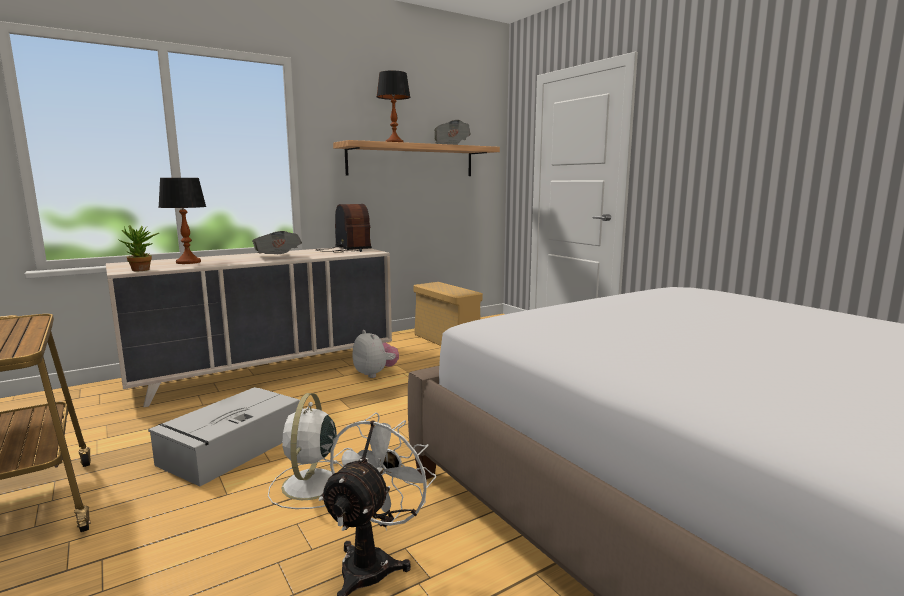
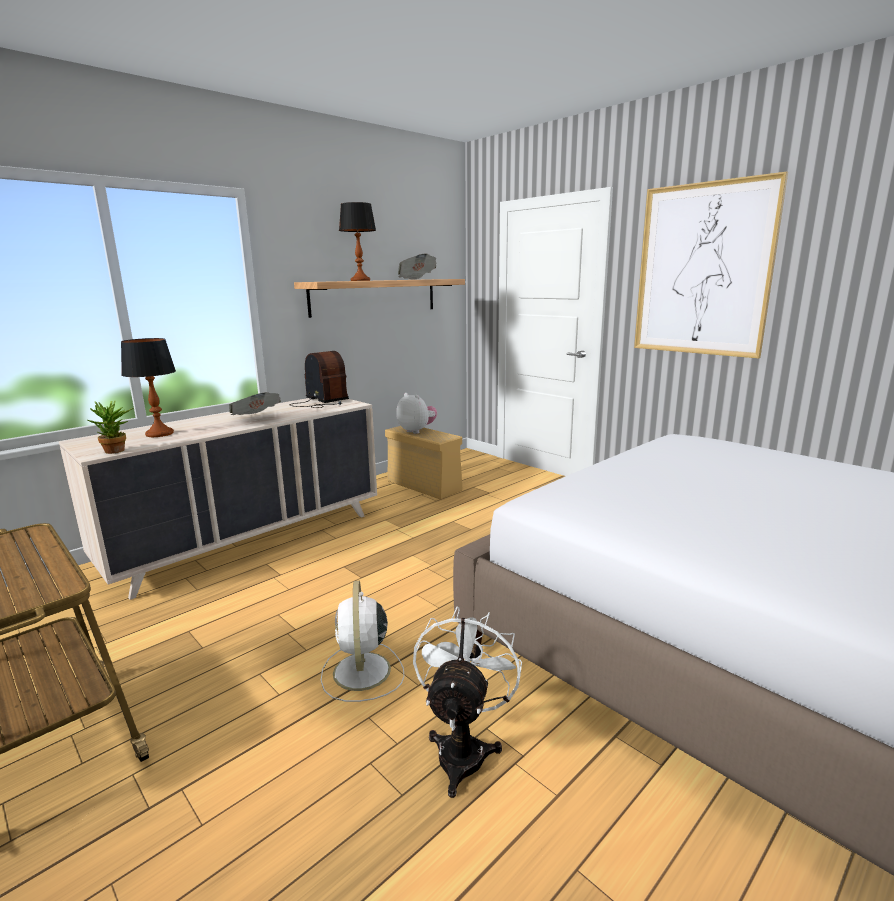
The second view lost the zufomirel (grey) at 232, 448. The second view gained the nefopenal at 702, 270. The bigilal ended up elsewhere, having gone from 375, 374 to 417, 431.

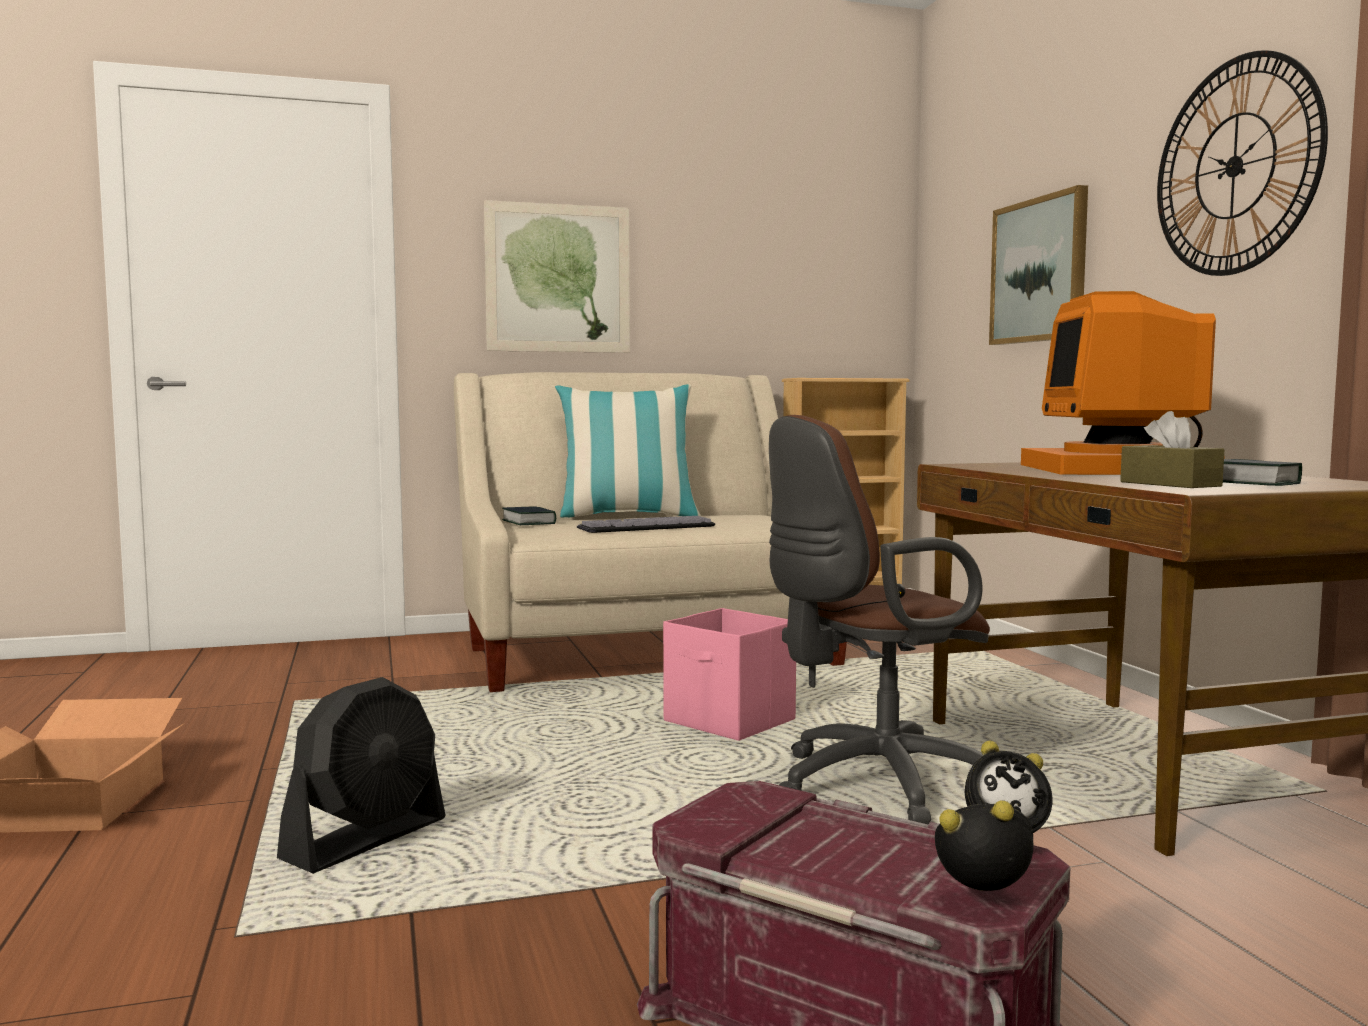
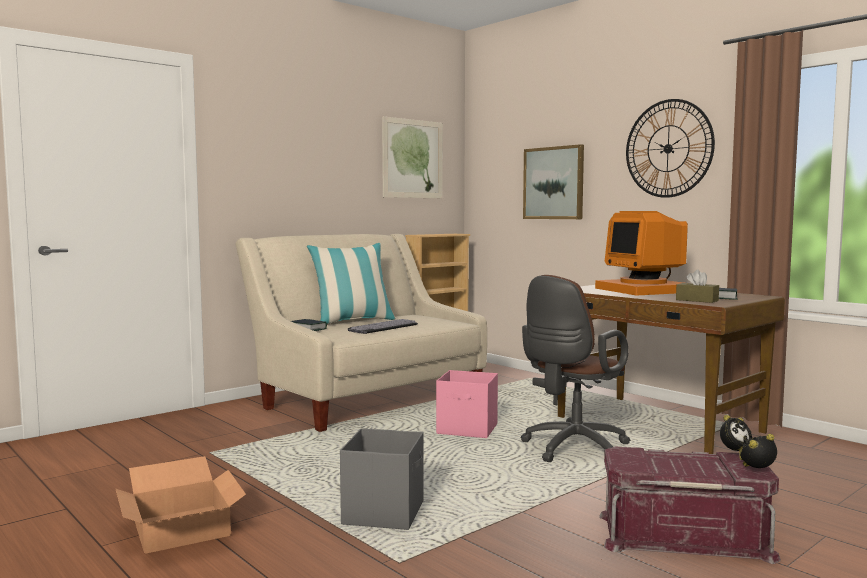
The nefopenal ended up elsewhere, having gone from 558, 278 to 413, 159. Where the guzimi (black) stood at 366, 840, the zufomirel (grey) came to stand at 384, 512.

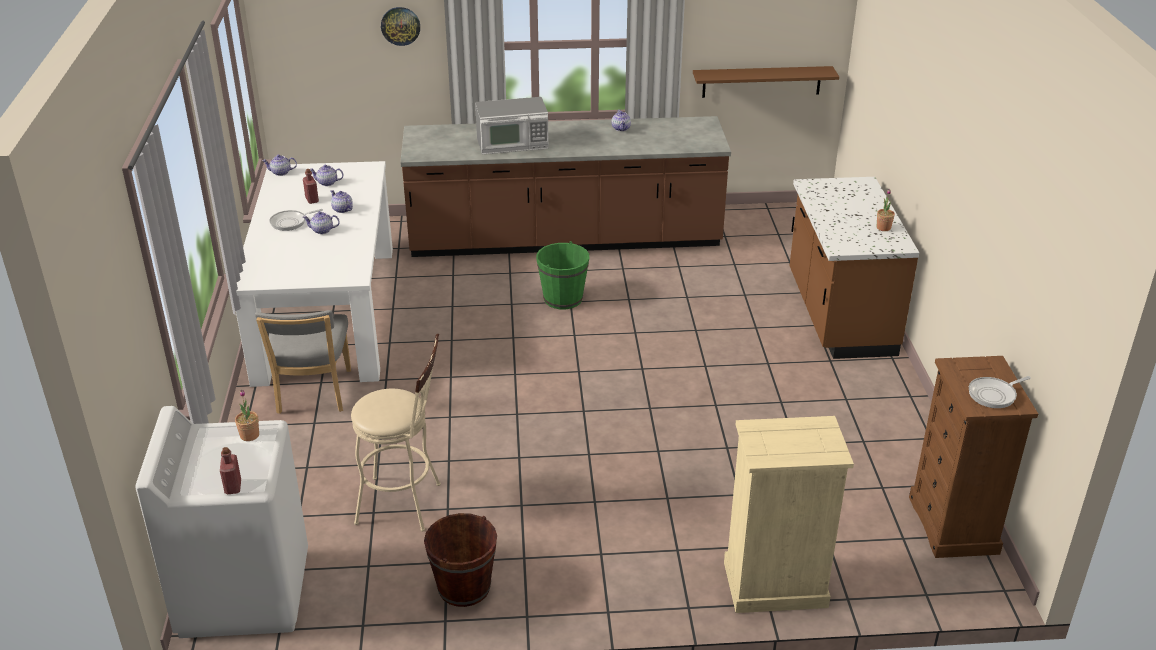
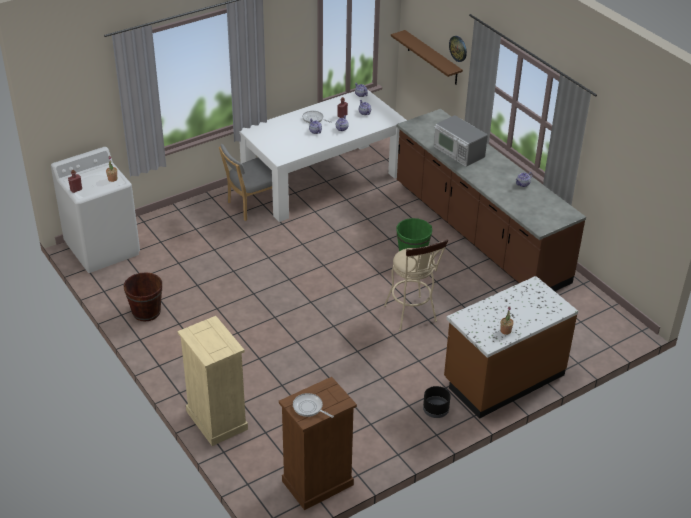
The second view gained the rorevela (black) at 435, 410. The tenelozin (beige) ended up elsewhere, having gone from 406, 504 to 412, 316. The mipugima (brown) ended up elsewhere, having gone from 761, 81 to 432, 58.

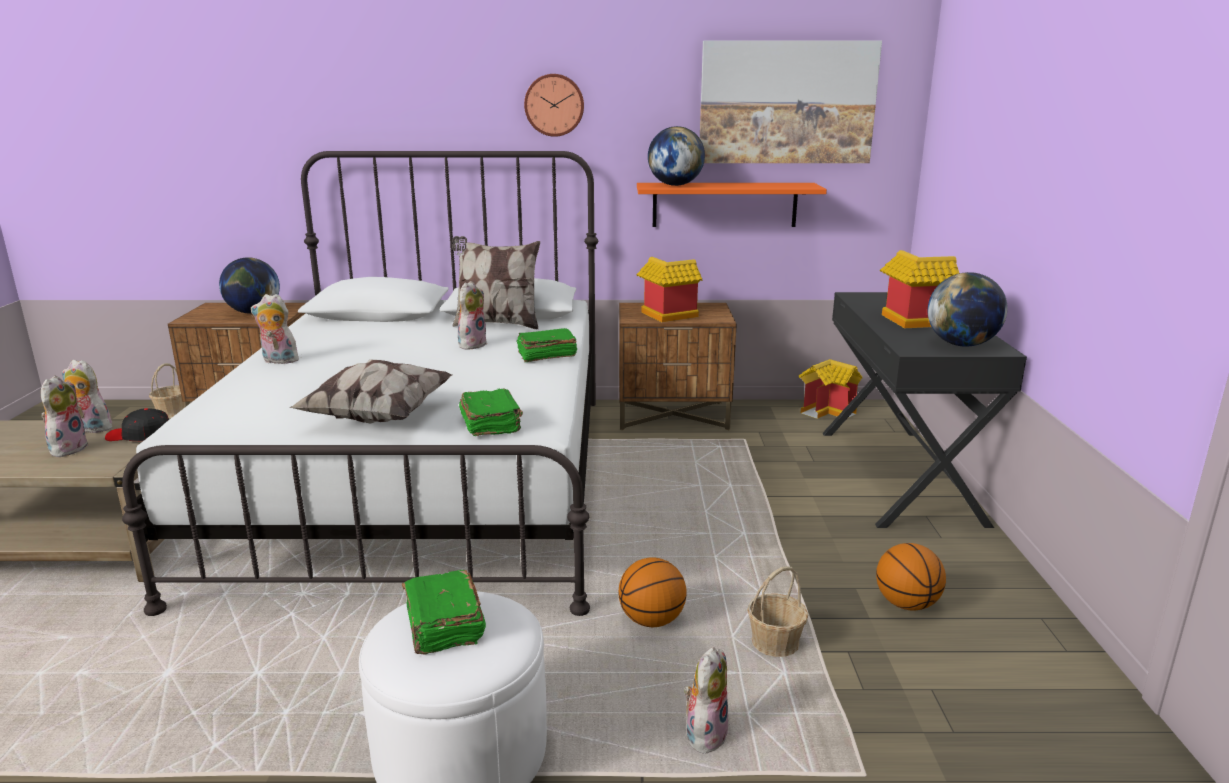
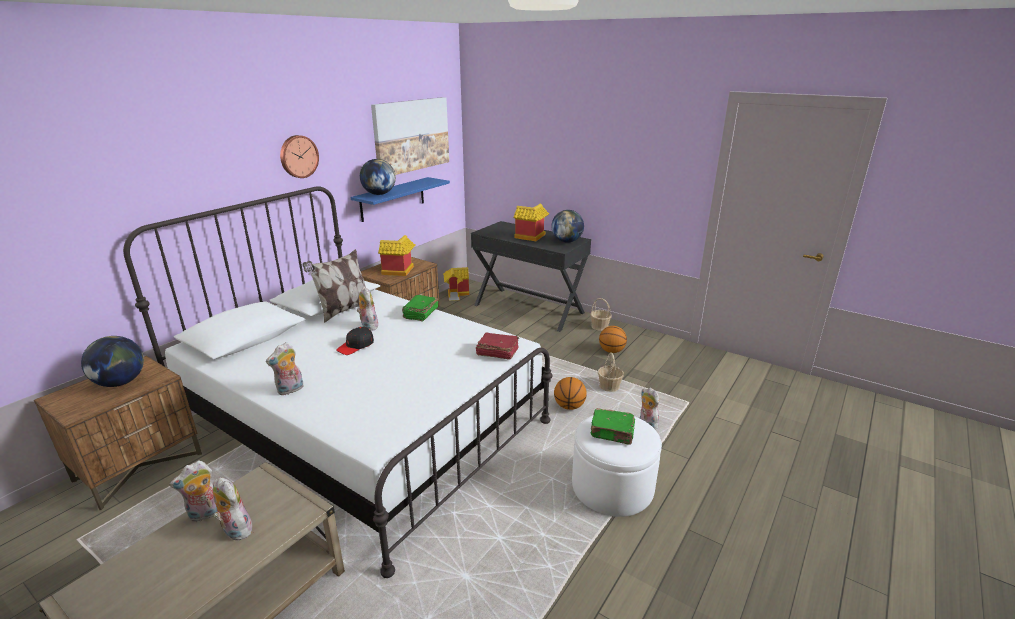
The second view lost the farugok at 377, 416. The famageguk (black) ended up elsewhere, having gone from 139, 435 to 356, 346. The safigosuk ended up elsewhere, having gone from 173, 413 to 599, 326. What was the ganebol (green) at 491, 425 turned into the ganebol (red) at 497, 352. What was the mipugima (orange) at 724, 204 turned into the mipugima (blue) at 392, 199.

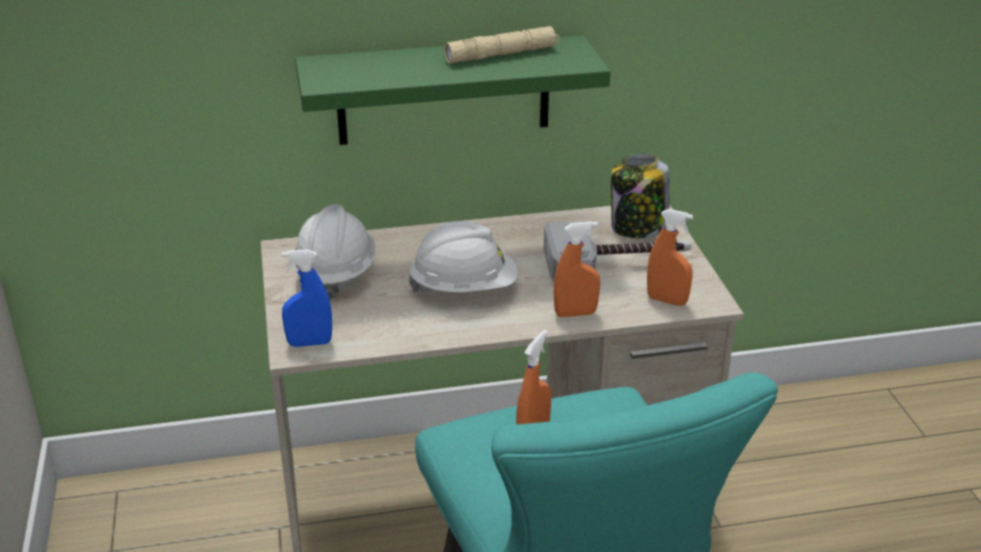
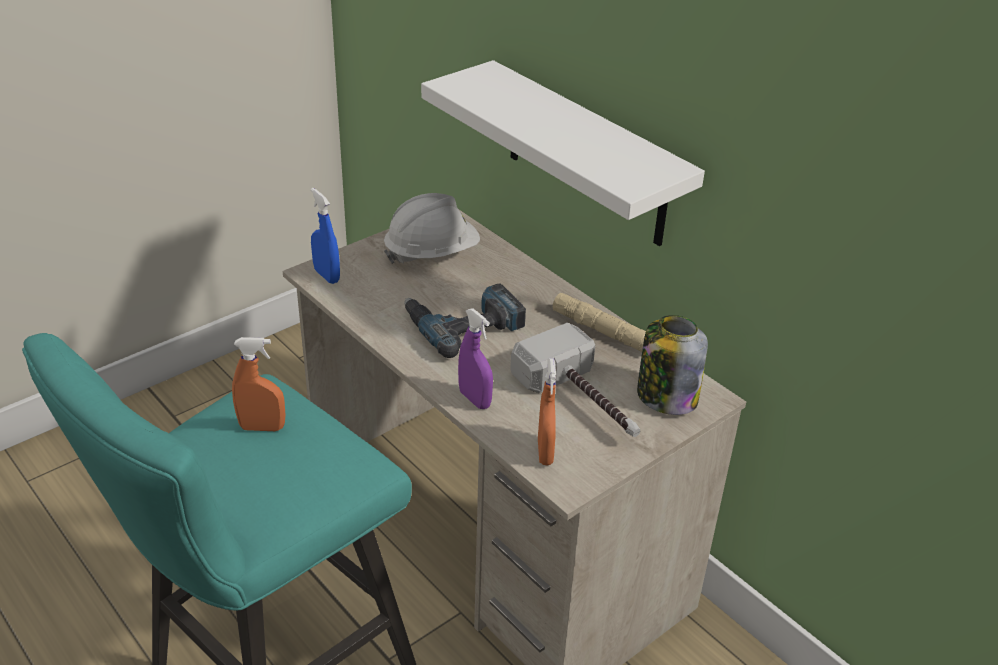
The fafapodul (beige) ended up elsewhere, having gone from 502, 54 to 603, 332. Where the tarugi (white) stood at 464, 288, the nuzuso came to stand at 464, 324. What was the mipugima (green) at 443, 91 turned into the mipugima (white) at 586, 155. What was the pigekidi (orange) at 575, 313 turned into the pigekidi (purple) at 475, 399.

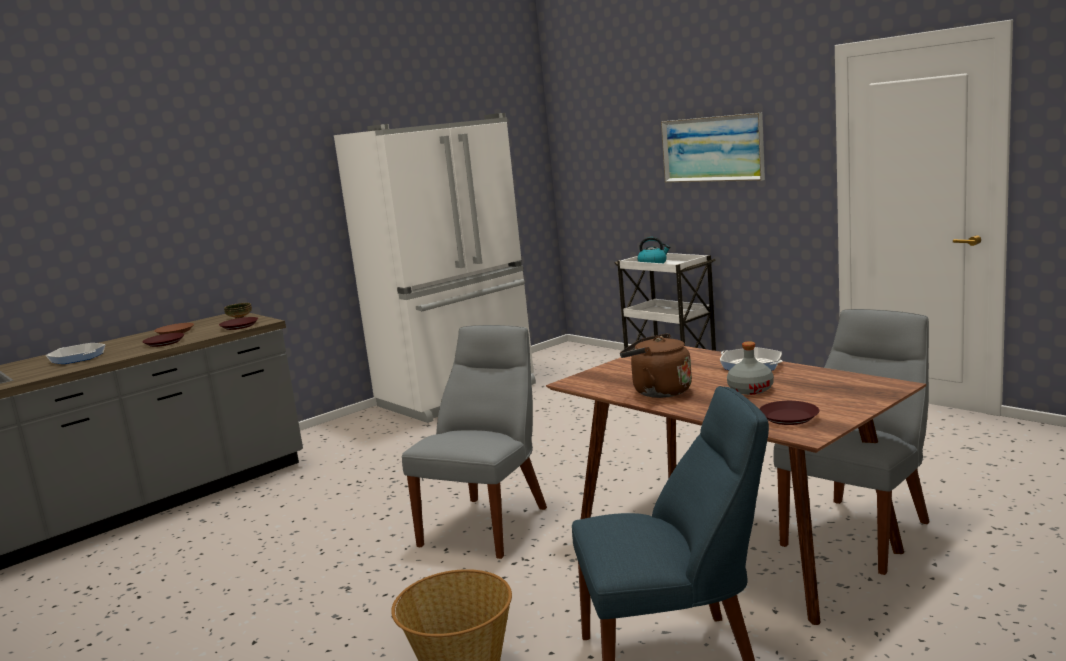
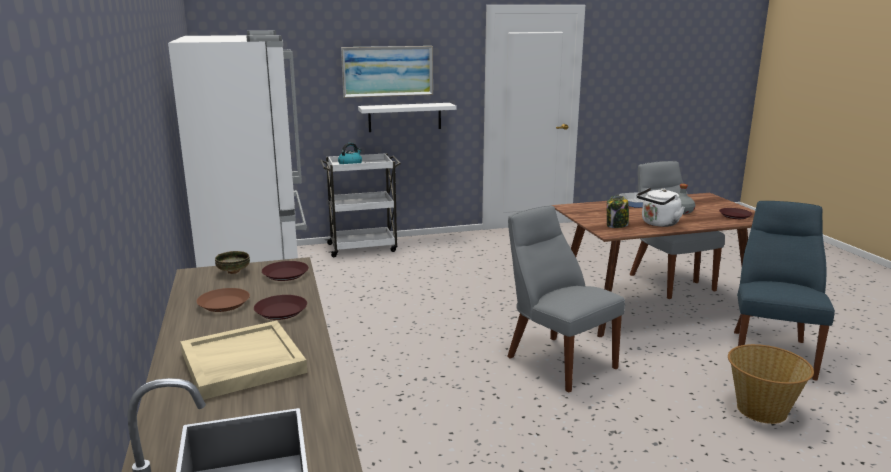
The second view gained the mipugima (white) at 405, 117. The second view gained the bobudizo at 616, 225. Where the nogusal stood at 77, 358, the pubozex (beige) came to stand at 242, 363. What was the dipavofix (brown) at 658, 391 turned into the dipavofix (white) at 658, 224.

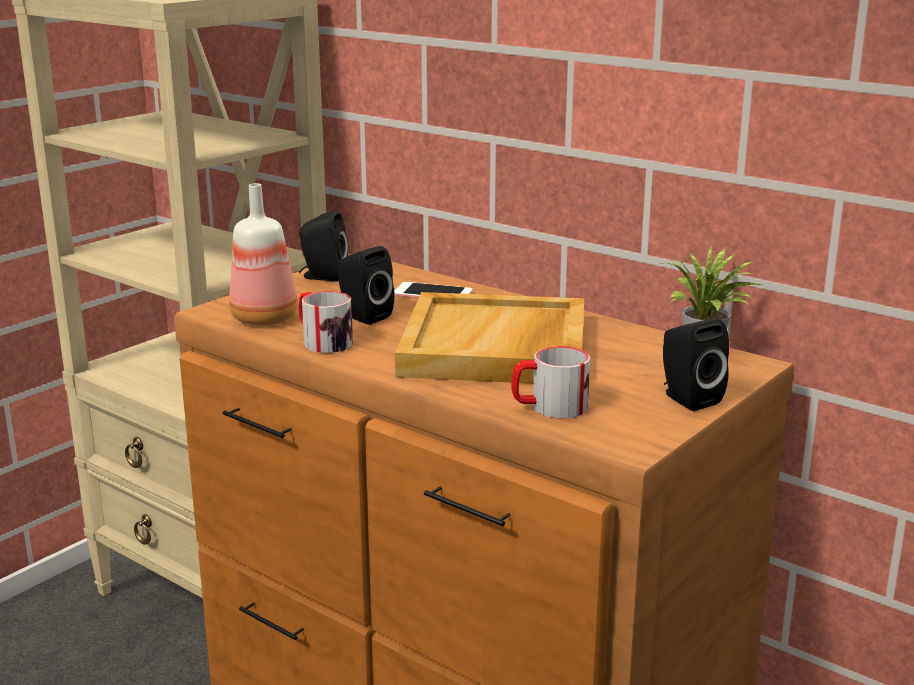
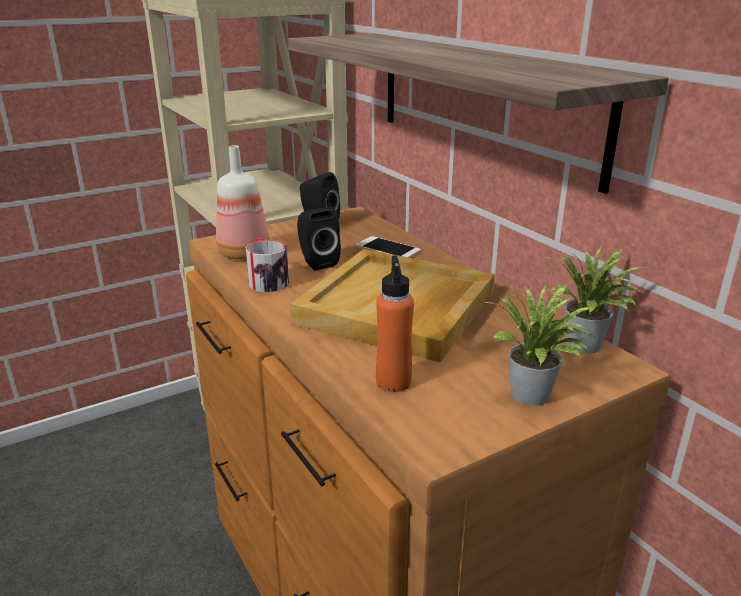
The second view gained the mipugima at 482, 101. Where the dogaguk stood at 549, 407, the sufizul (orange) came to stand at 393, 382. Where the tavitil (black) stood at 687, 398, the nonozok came to stand at 532, 397.

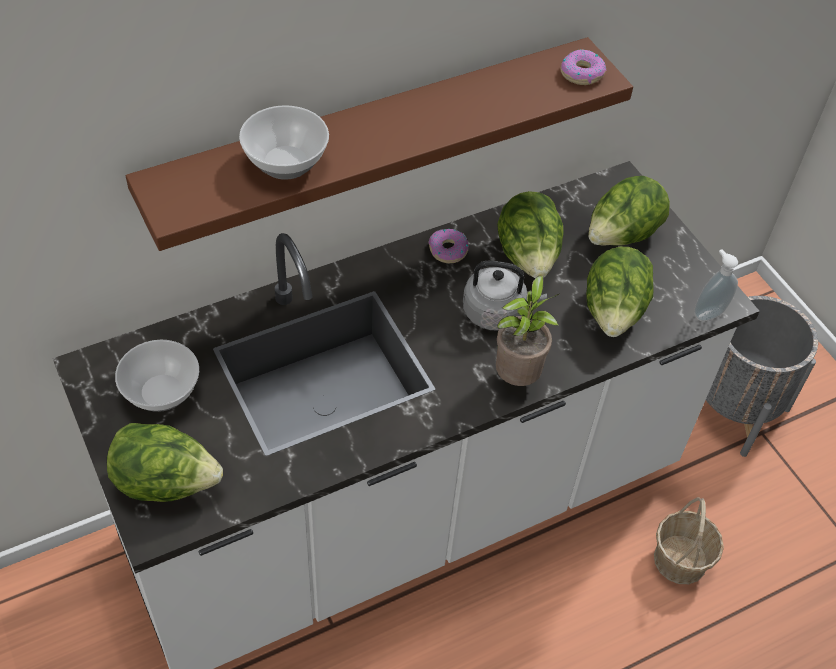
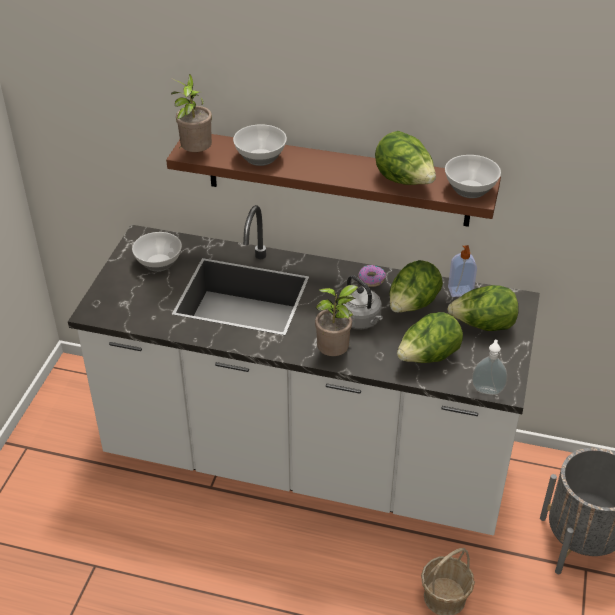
The second view gained the nonozok at 195, 154. The second view gained the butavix at 460, 292. The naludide ended up elsewhere, having gone from 166, 483 to 404, 181. Where the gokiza stood at 581, 73, the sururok came to stand at 470, 190.

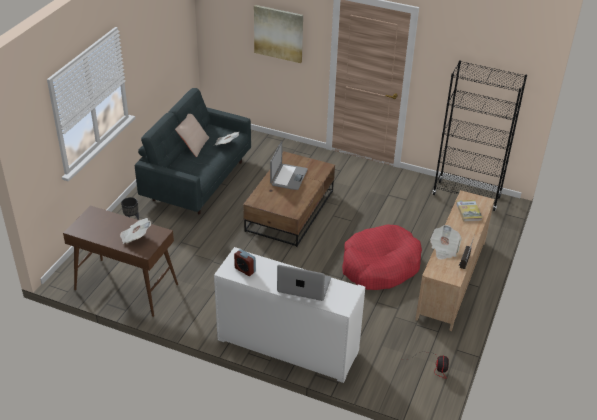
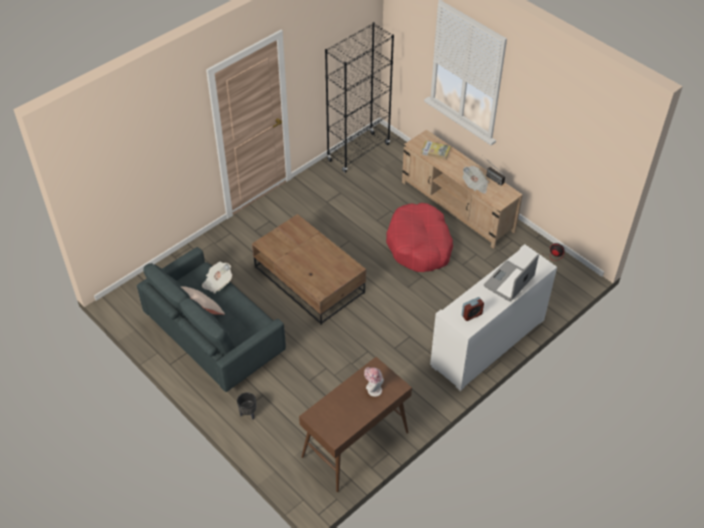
The second view lost the nefopenal at 278, 33. The second view lost the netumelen at 288, 177. Where the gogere stood at 135, 237, the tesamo came to stand at 373, 389.

